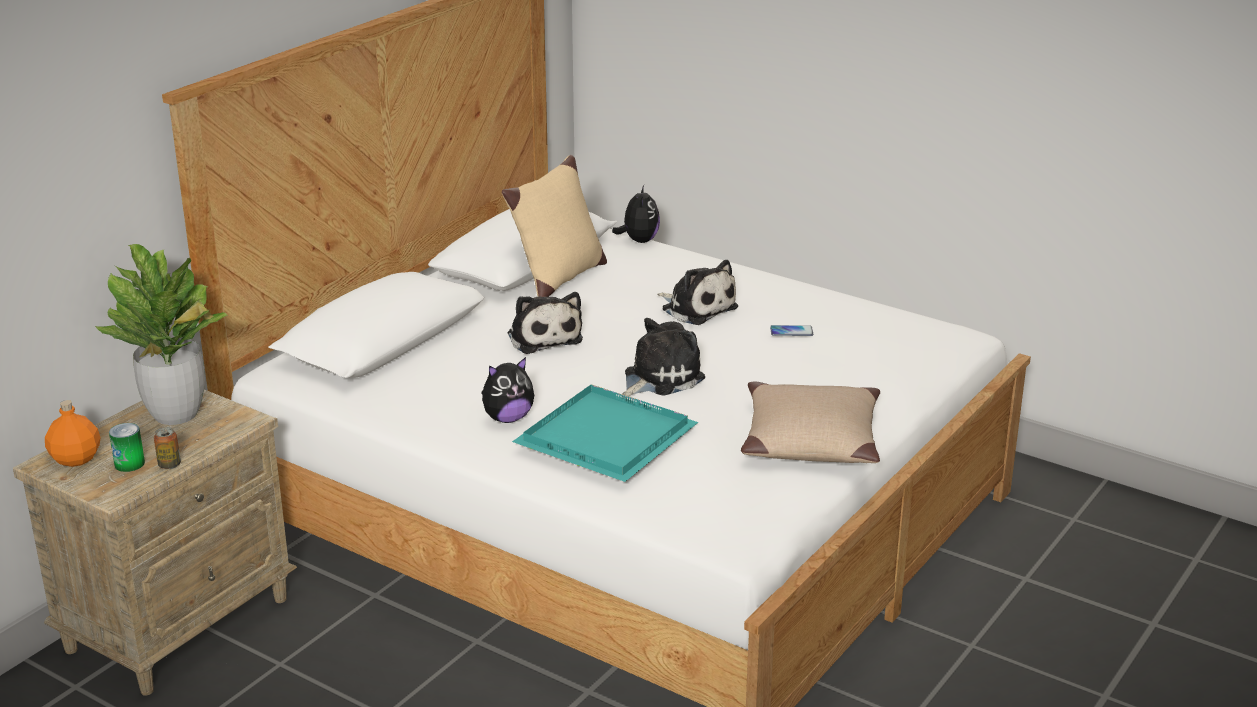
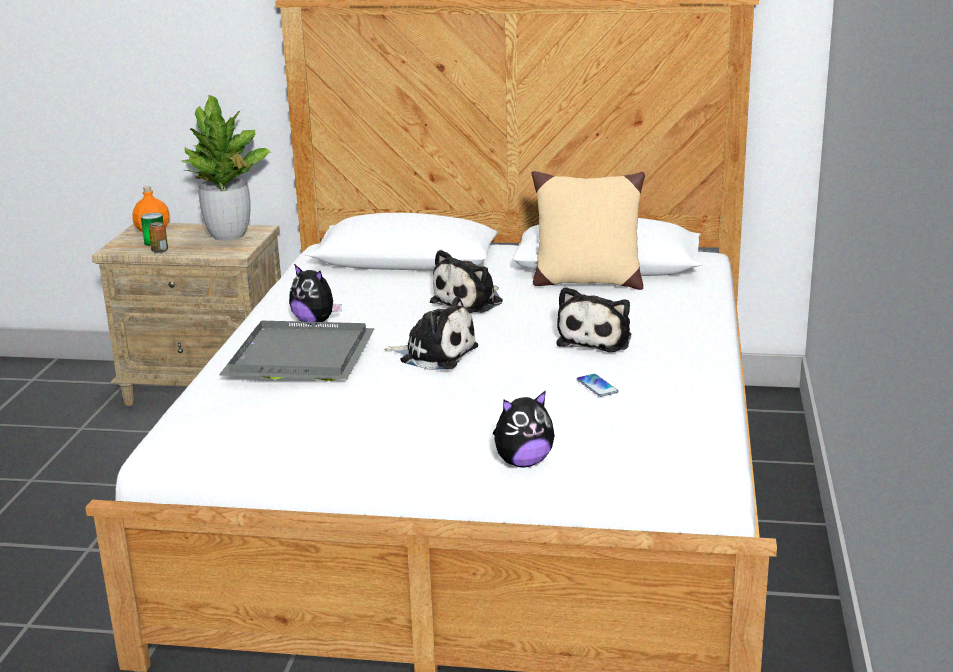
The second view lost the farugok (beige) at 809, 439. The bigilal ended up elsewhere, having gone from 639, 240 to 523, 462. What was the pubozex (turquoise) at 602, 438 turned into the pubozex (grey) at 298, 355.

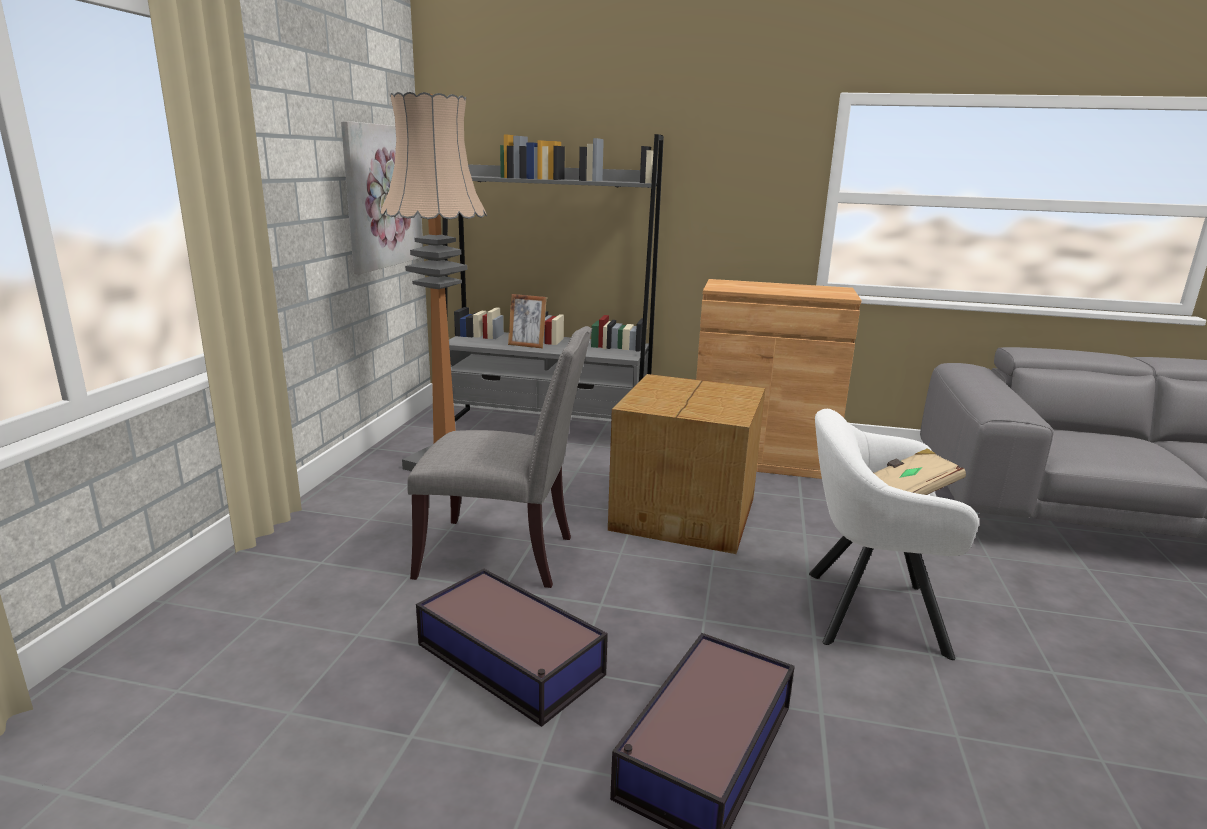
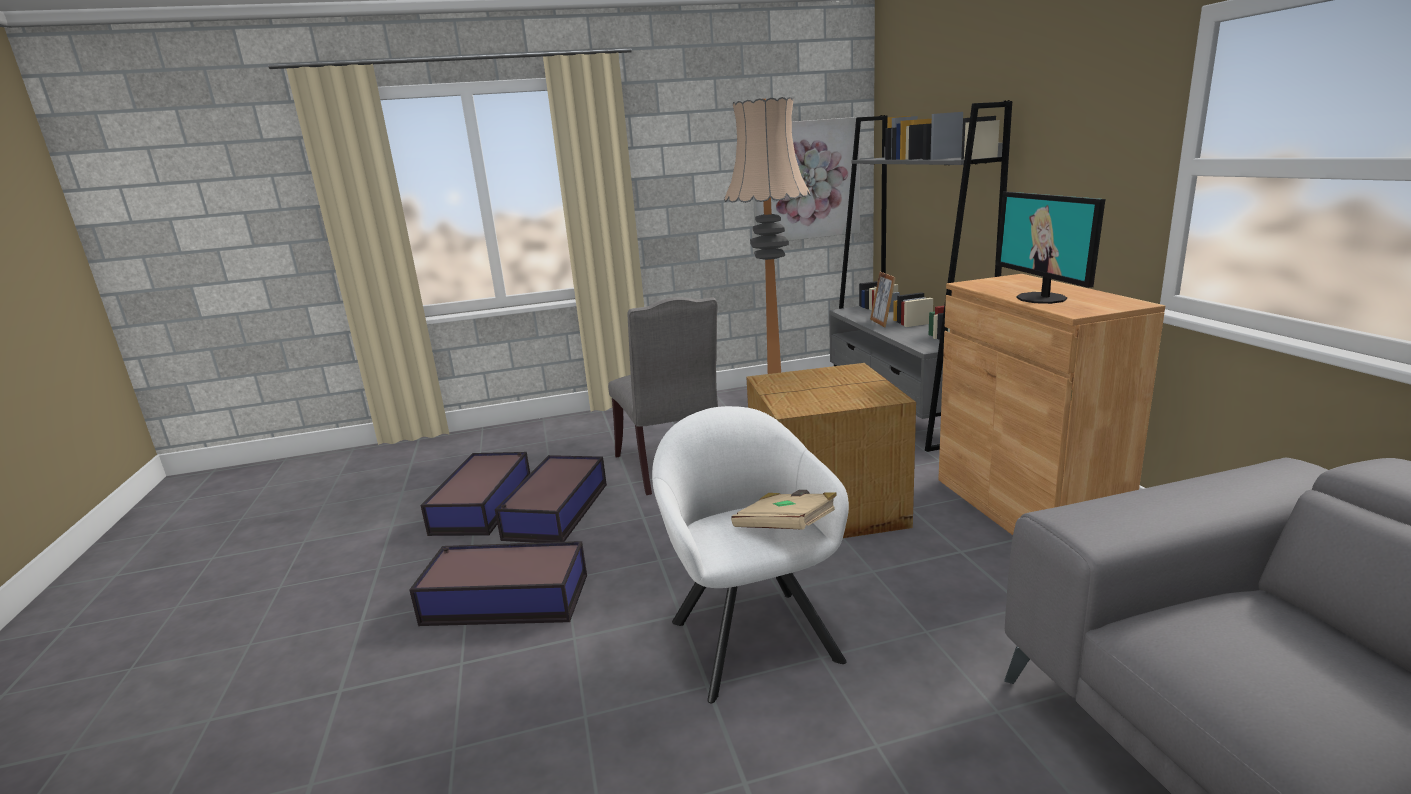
The second view gained the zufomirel at 484, 504. The second view gained the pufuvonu at 1042, 298.

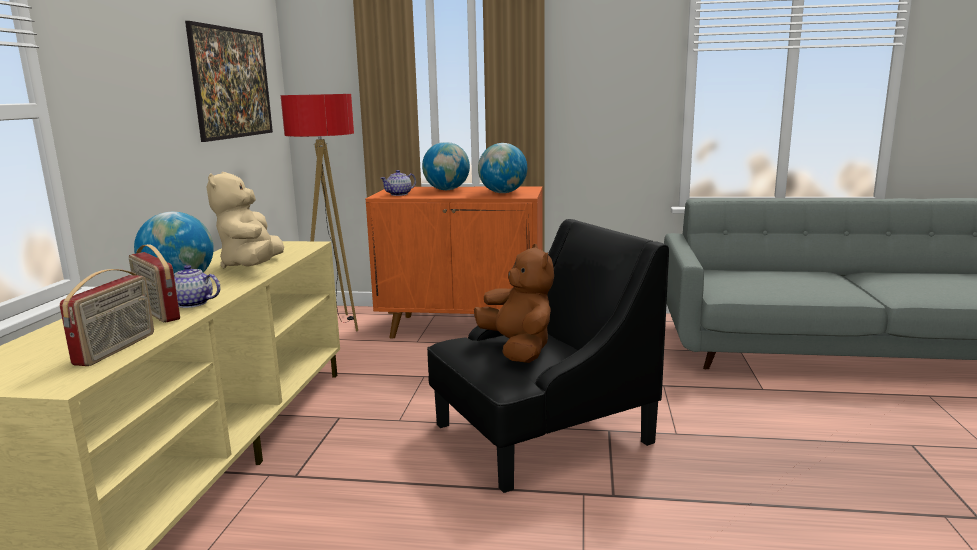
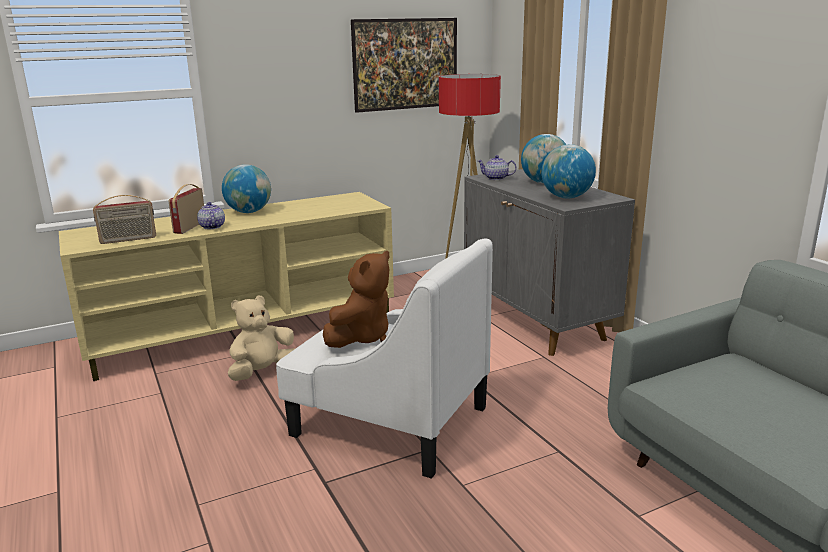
The bigilal (beige) ended up elsewhere, having gone from 252, 266 to 263, 373. What was the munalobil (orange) at 463, 328 turned into the munalobil (grey) at 537, 322. What was the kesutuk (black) at 541, 433 turned into the kesutuk (white) at 389, 421.

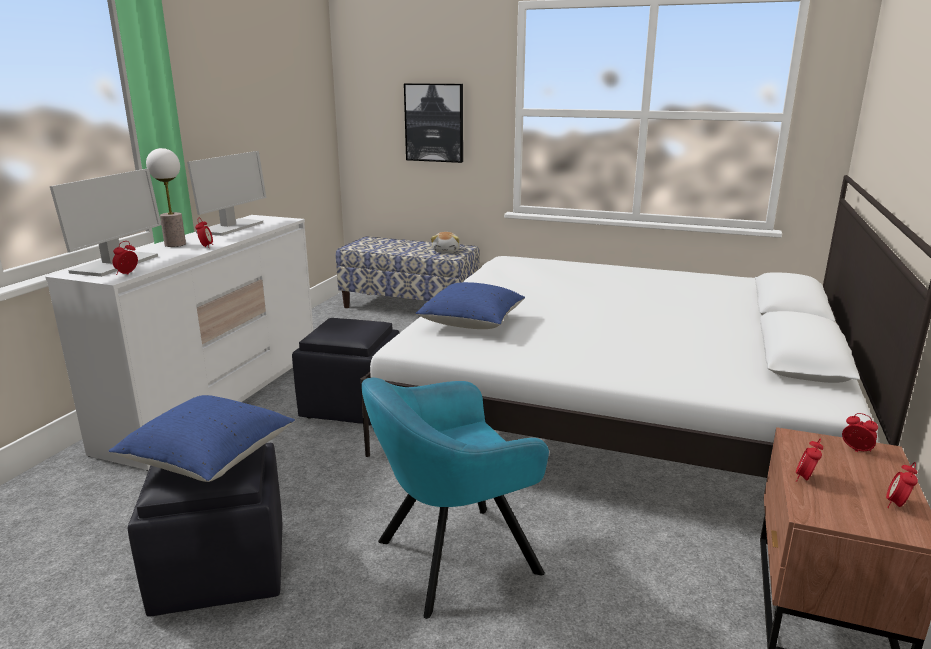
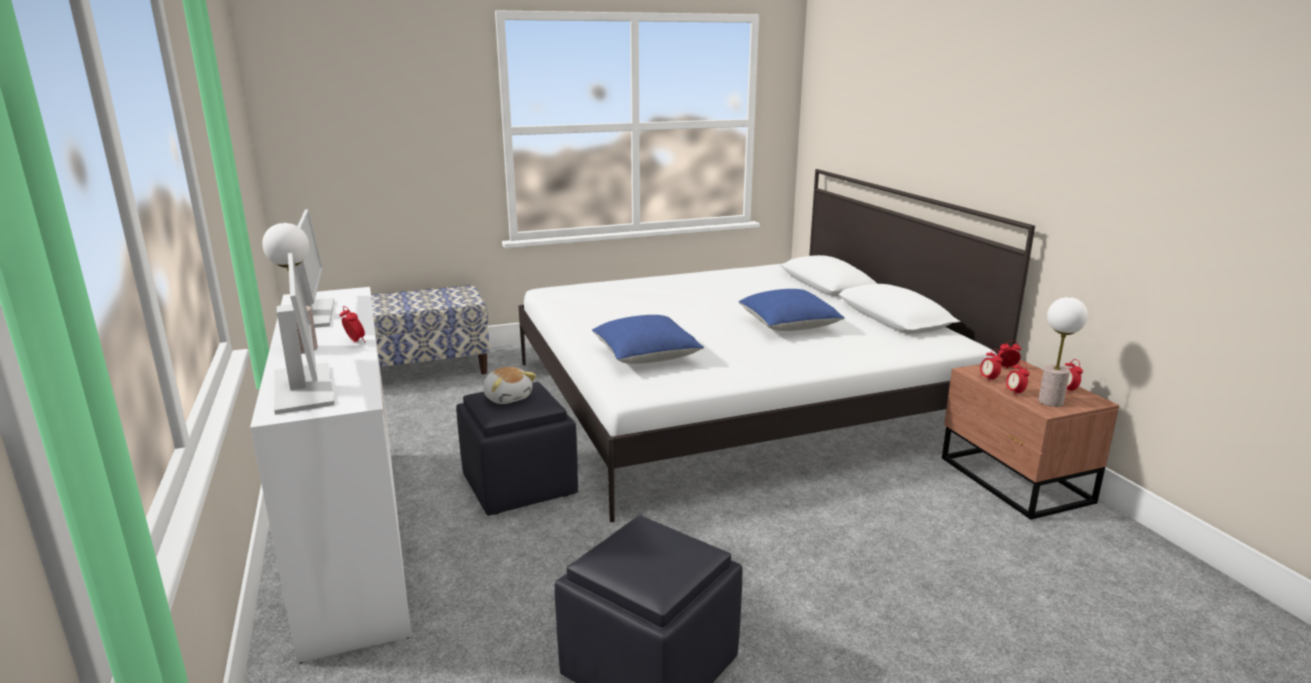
The second view lost the kesutuk (turquoise) at 451, 559. The second view lost the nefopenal at 434, 123. The second view gained the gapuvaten at 1050, 402. The farugok (blue) ended up elsewhere, having gone from 209, 459 to 788, 326. The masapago ended up elsewhere, having gone from 127, 274 to 988, 379. The bigilal ended up elsewhere, having gone from 446, 251 to 508, 397.

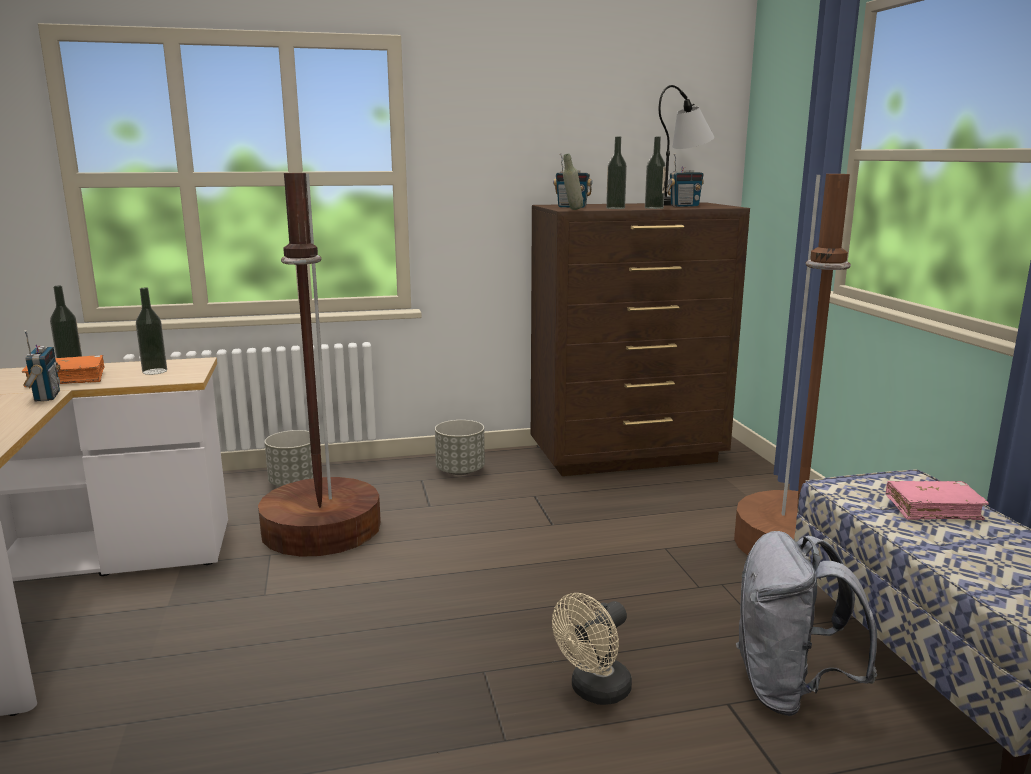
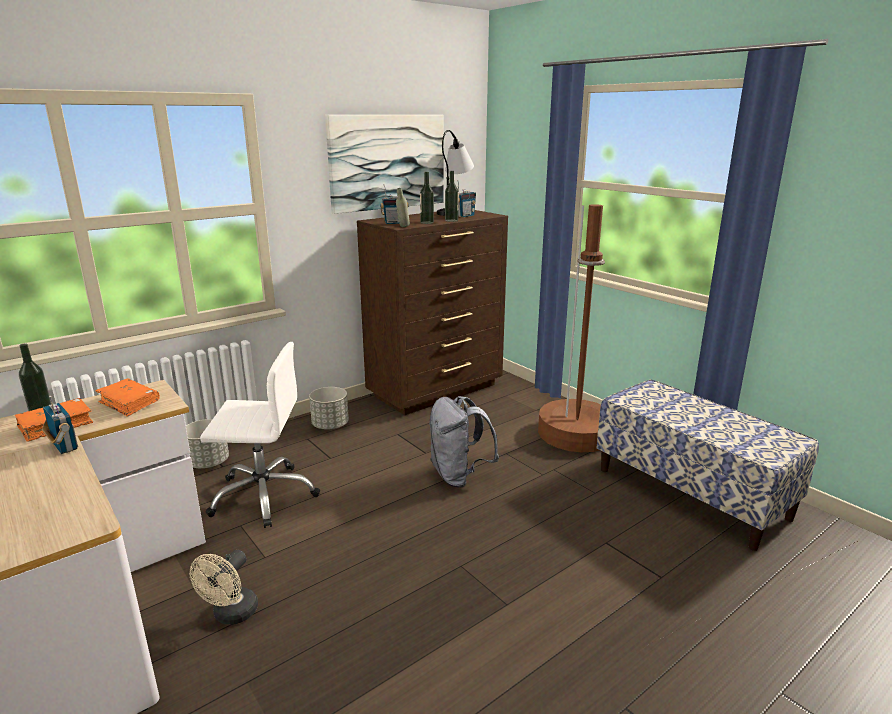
The second view lost the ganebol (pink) at 933, 509. The second view gained the nefopenal at 387, 162. The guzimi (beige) ended up elsewhere, having gone from 594, 692 to 231, 615. The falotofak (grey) ended up elsewhere, having gone from 789, 690 to 459, 476. Where the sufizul stood at 155, 371, the ganebol (orange) came to stand at 129, 403. Where the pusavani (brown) stood at 321, 530, the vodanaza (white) came to stand at 264, 495.

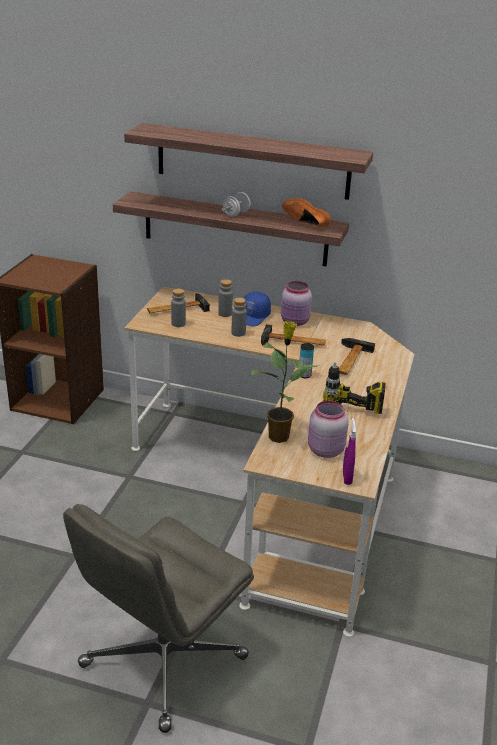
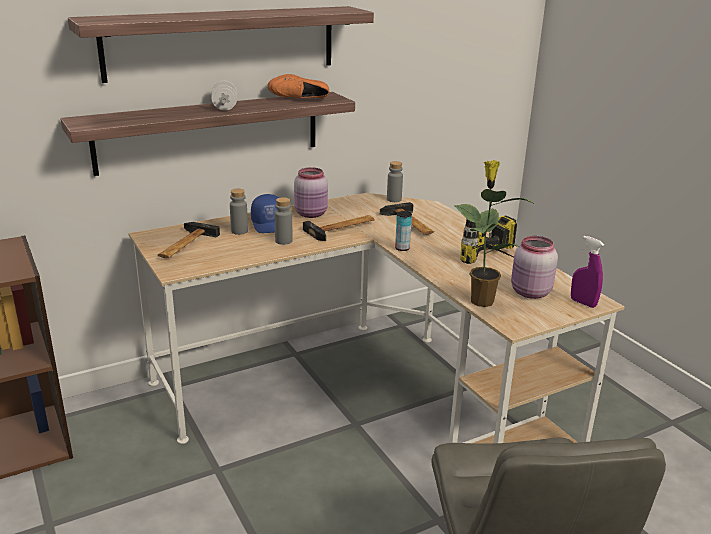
The sufizul (grey) ended up elsewhere, having gone from 178, 323 to 394, 199.

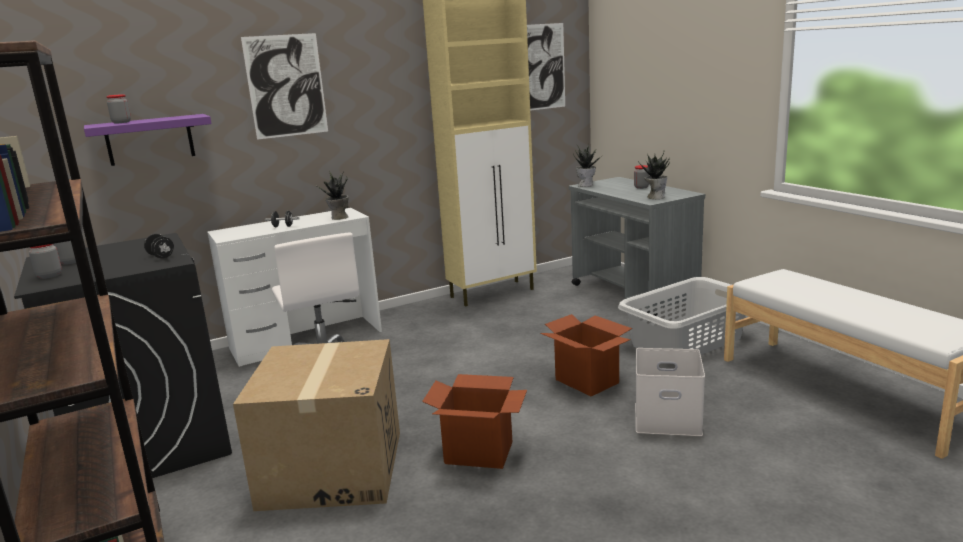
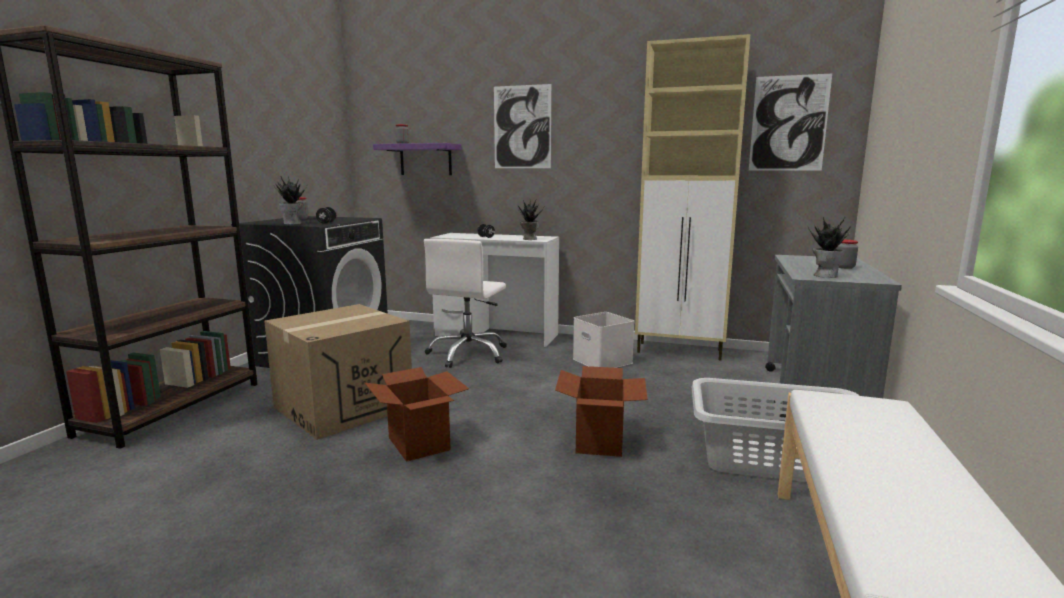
The second view lost the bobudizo at 49, 275. The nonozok ended up elsewhere, having gone from 586, 185 to 293, 223. The zufomirel (white) ended up elsewhere, having gone from 669, 417 to 603, 361.

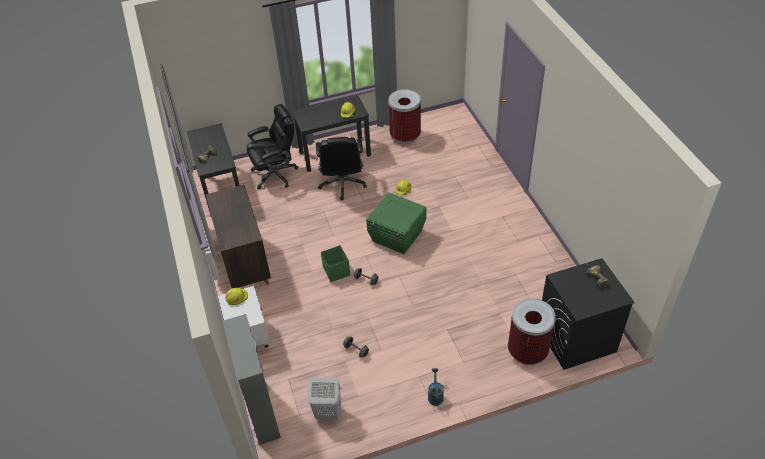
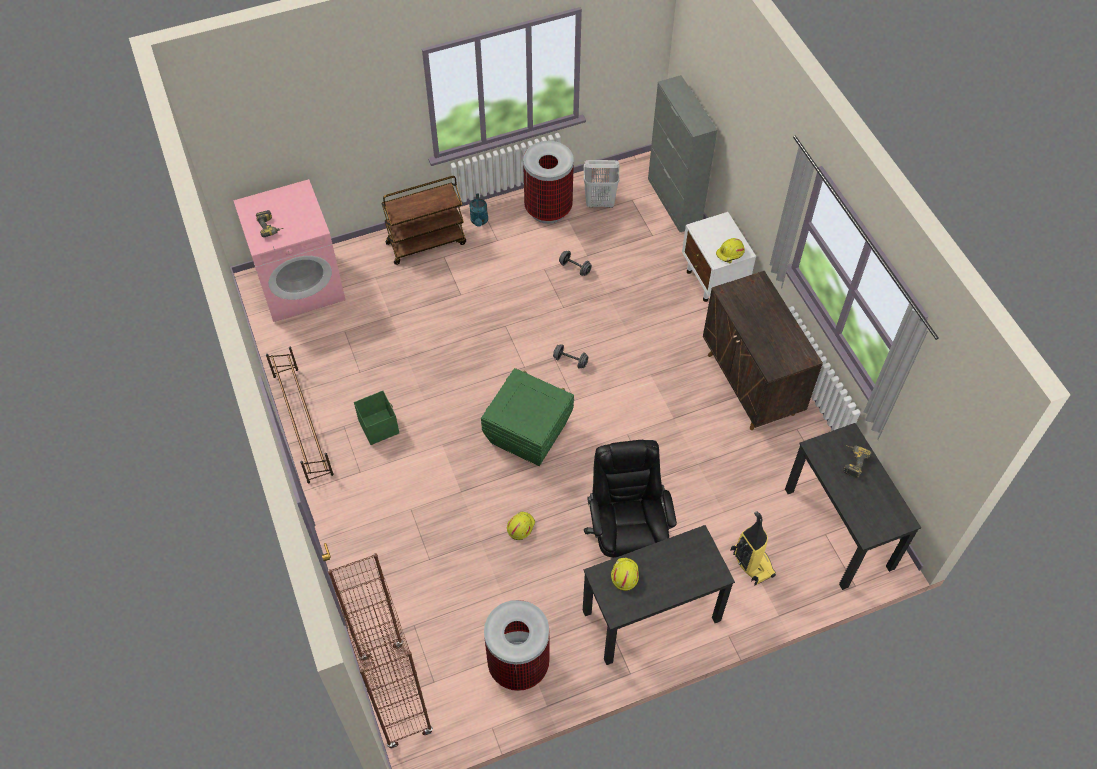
The second view gained the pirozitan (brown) at 302, 423. The second view gained the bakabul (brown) at 395, 695. The second view gained the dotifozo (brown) at 426, 243. The zufomirel (green) ended up elsewhere, having gone from 336, 271 to 379, 426. The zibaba ended up elsewhere, having gone from 527, 351 to 548, 209. Where the vodanaza (black) stood at 276, 174, the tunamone came to stand at 751, 563. What was the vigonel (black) at 576, 339 turned into the vigonel (pink) at 301, 285.

